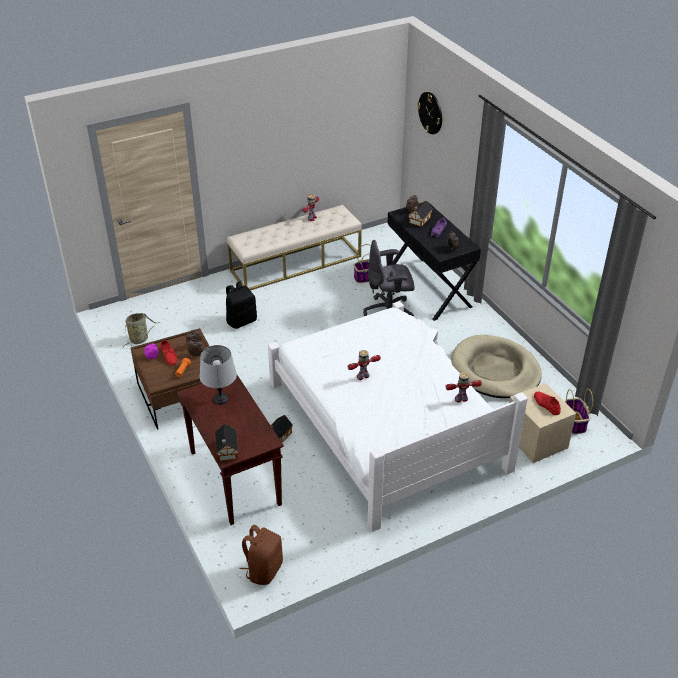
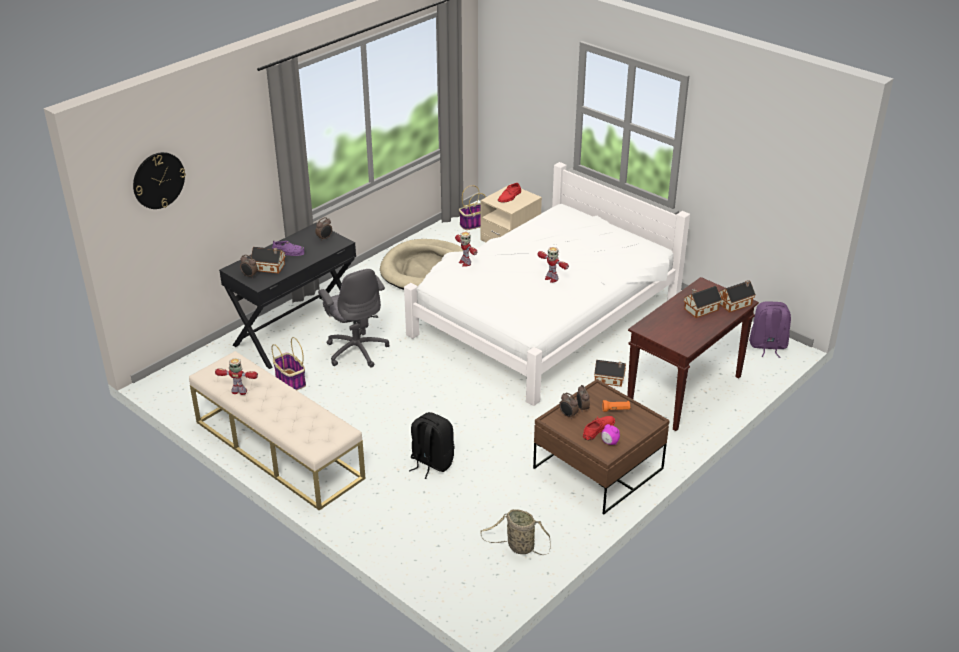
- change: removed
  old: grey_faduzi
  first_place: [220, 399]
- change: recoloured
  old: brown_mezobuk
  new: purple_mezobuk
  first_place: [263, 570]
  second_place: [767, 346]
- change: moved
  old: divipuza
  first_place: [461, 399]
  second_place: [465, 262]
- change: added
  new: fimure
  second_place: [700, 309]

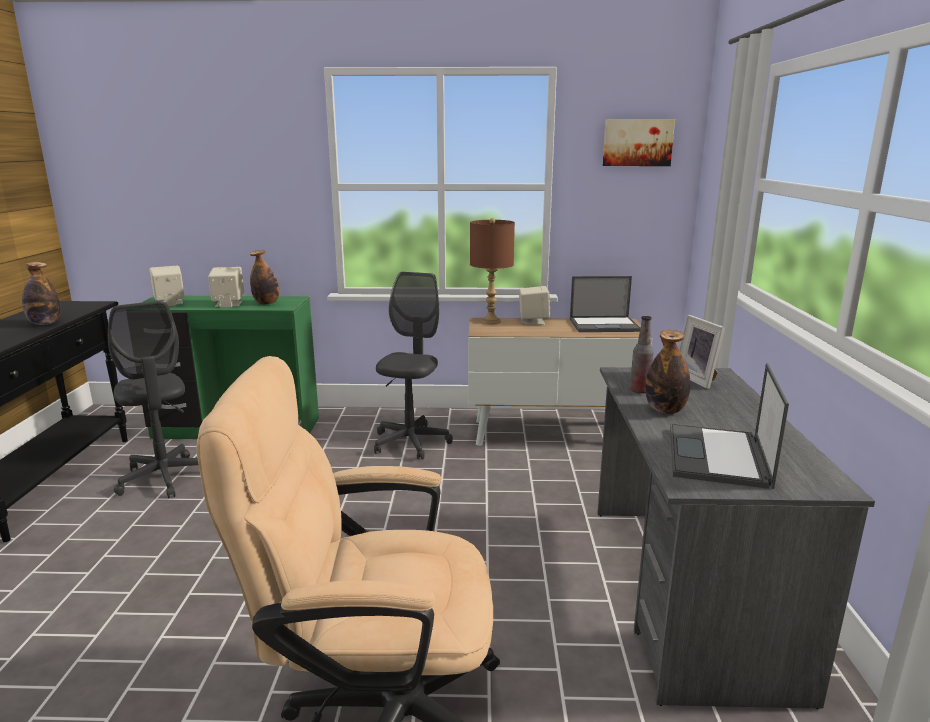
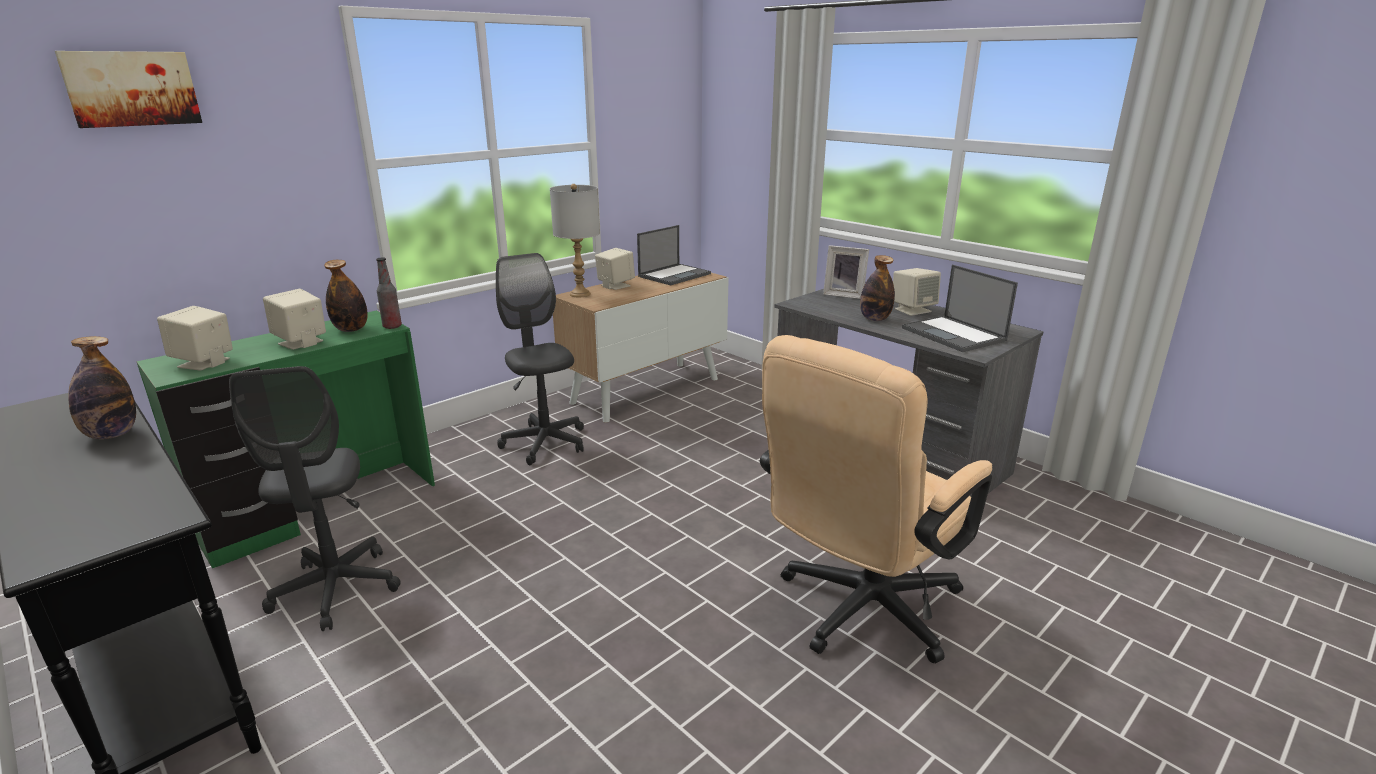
- change: turned
  old: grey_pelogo
  first_place: [165, 478]
  second_place: [336, 589]
  degrees: 60
- change: recoloured
  old: brown_faduzi
  new: grey_faduzi
  first_place: [491, 321]
  second_place: [580, 294]
- change: moved
  old: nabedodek
  first_place: [637, 143]
  second_place: [131, 88]
- change: moved
  old: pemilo
  first_place: [639, 391]
  second_place: [392, 326]
- change: added
  new: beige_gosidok
  second_place: [912, 310]

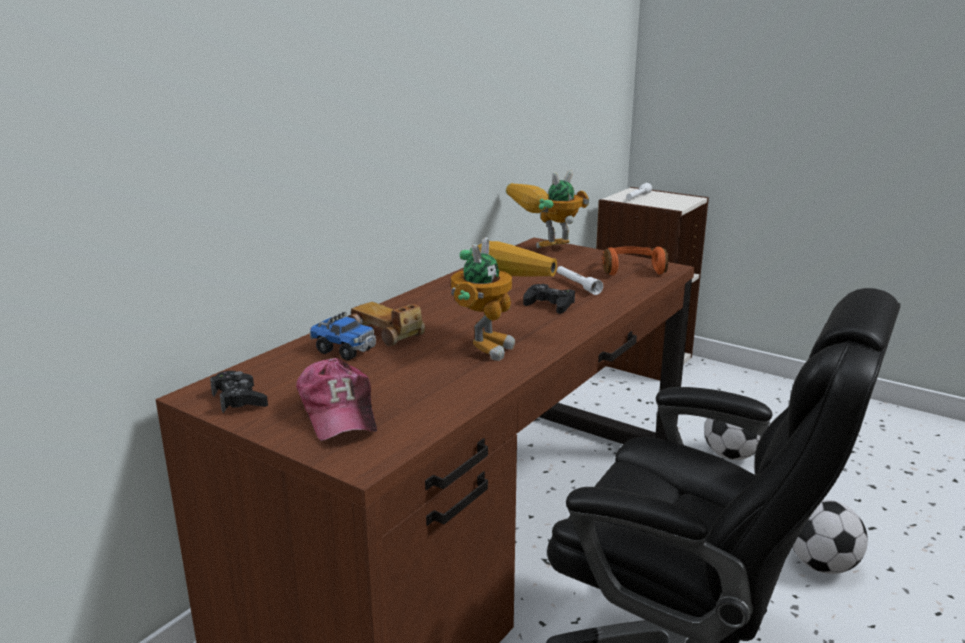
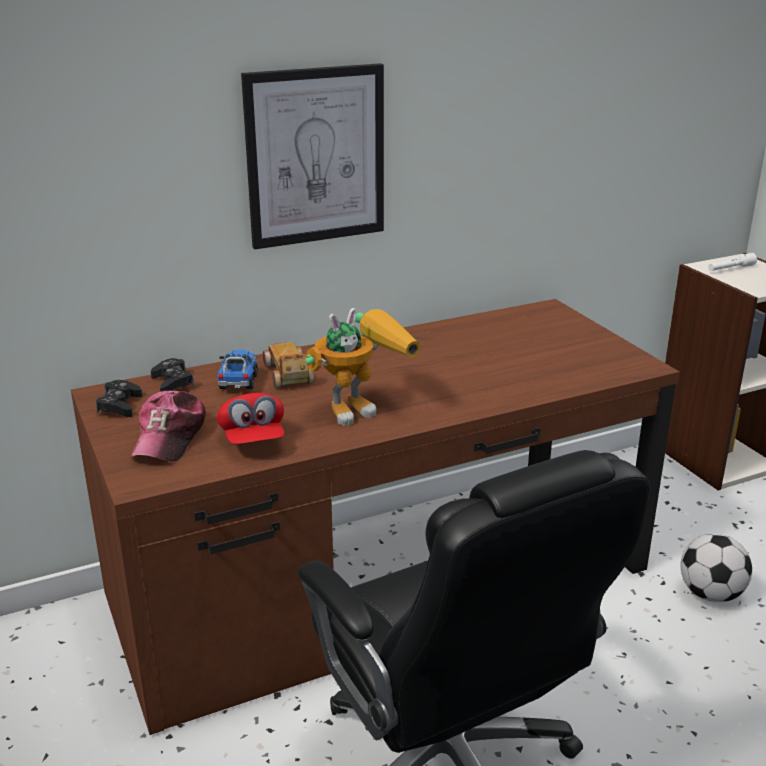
- change: turned
  old: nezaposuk
  first_place: [345, 350]
  second_place: [238, 382]
  degrees: -150
- change: removed
  old: divipuza
  first_place: [546, 252]
- change: moved
  old: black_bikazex
  first_place: [550, 305]
  second_place: [172, 383]
- change: removed
  old: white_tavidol
  first_place: [577, 285]
- change: removed
  old: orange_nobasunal
  first_place: [631, 270]
- change: removed
  old: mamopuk
  first_place: [822, 565]
- change: added
  new: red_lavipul
  second_place: [252, 439]
- change: added
  new: nabedodek
  second_place: [315, 156]

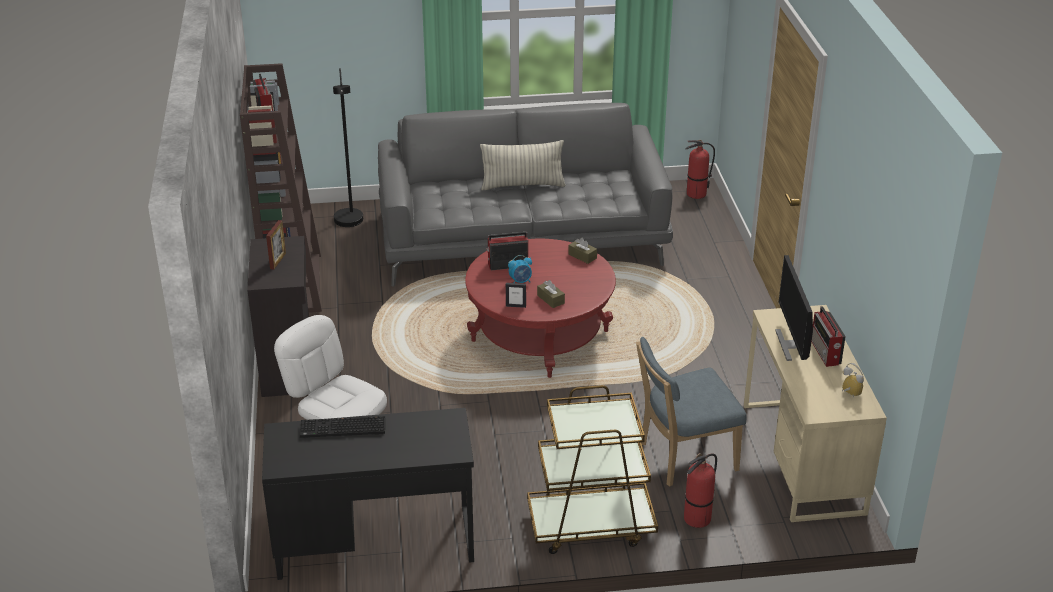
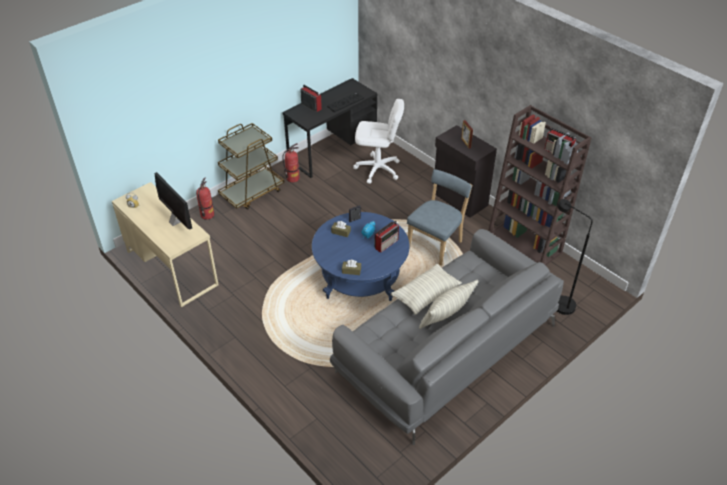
- change: recoloured
  old: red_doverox
  new: blue_doverox
  first_place: [540, 336]
  second_place: [360, 276]
- change: moved
  old: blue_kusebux
  first_place: [683, 457]
  second_place: [436, 244]
- change: moved
  old: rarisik
  first_place: [696, 194]
  second_place: [293, 178]
- change: moved
  old: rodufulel
  first_place: [825, 353]
  second_place: [311, 106]
- change: added
  new: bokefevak
  second_place: [425, 295]

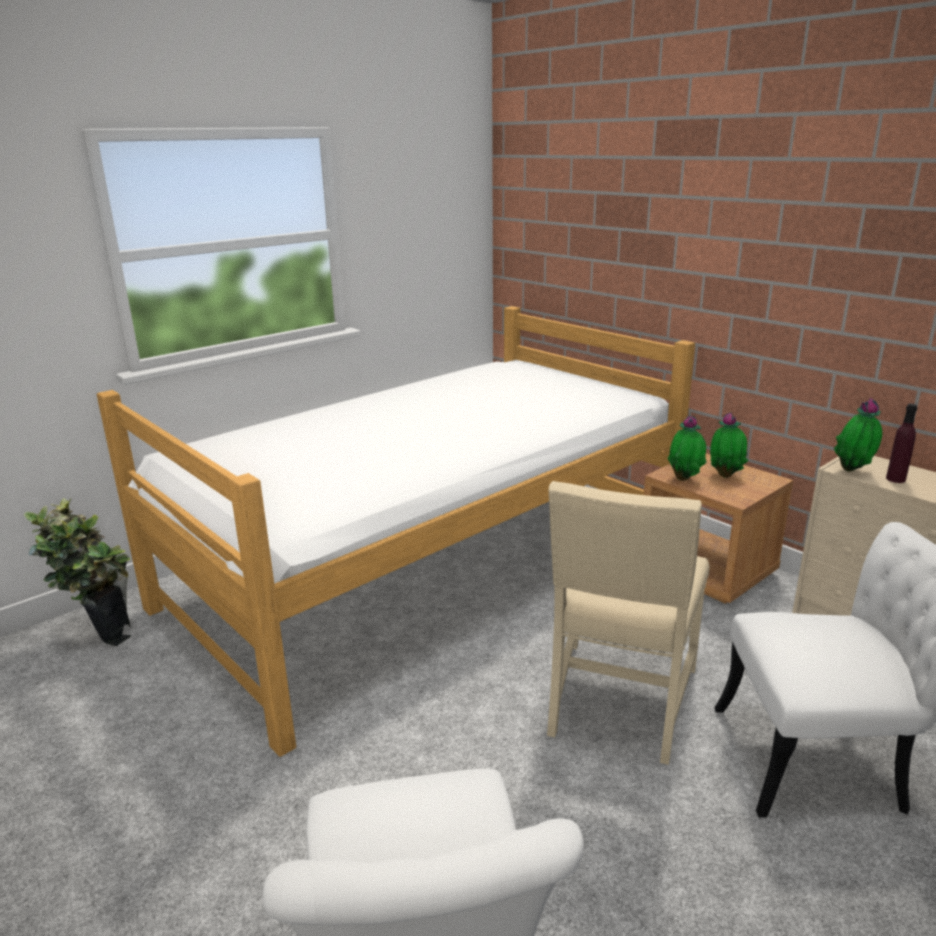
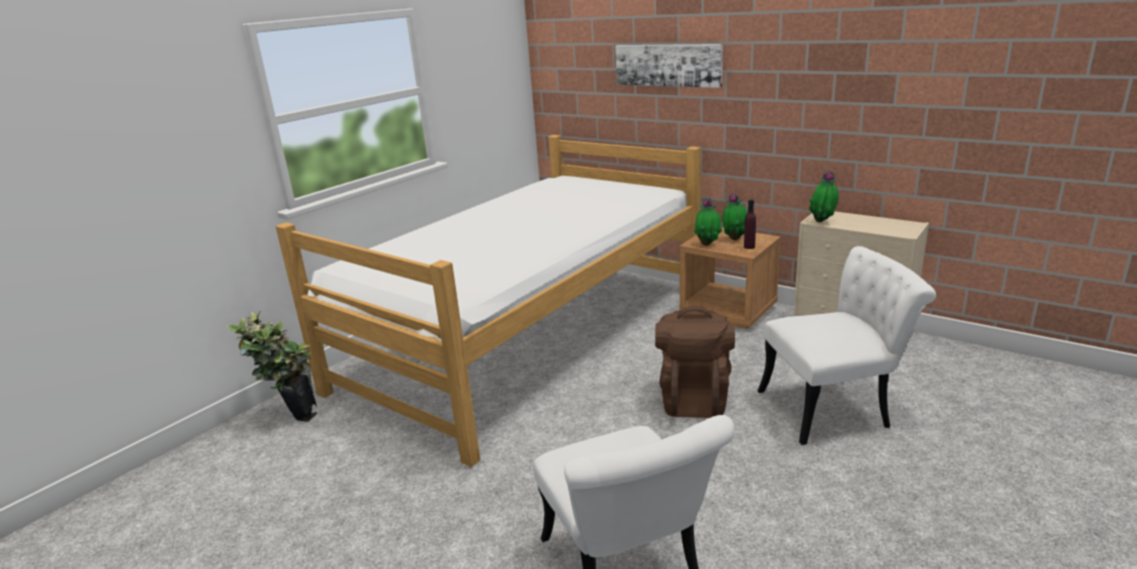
- change: replaced
  old: beige_kusebux
  new: brown_mezobuk
  first_place: [619, 702]
  second_place: [694, 398]
- change: moved
  old: purple_pemilo
  first_place: [895, 479]
  second_place: [749, 247]
- change: added
  new: nabedodek
  second_place: [668, 65]

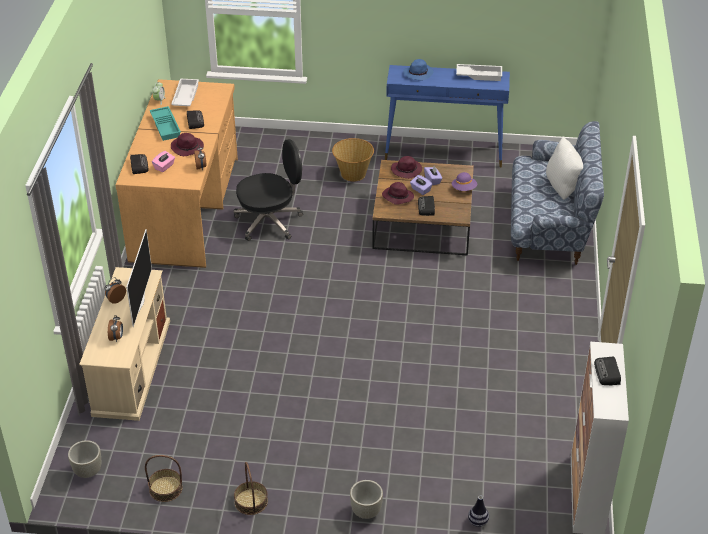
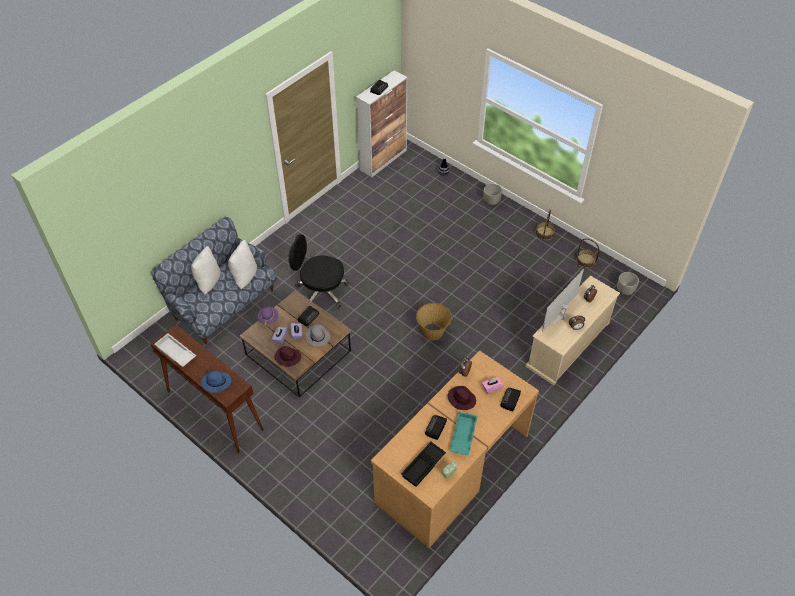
- change: recoloured
  old: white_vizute
  new: black_vizute
  first_place: [185, 96]
  second_place: [423, 466]
- change: moved
  old: black_pelogo
  first_place: [270, 221]
  second_place: [320, 291]
- change: moved
  old: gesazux
  first_place: [353, 174]
  second_place: [433, 331]
- change: recoloured
  old: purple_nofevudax
  new: grey_nofevudax
  first_place: [397, 197]
  second_place: [318, 337]
- change: recoloured
  old: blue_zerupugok
  new: brown_zerupugok
  first_place: [444, 152]
  second_place: [214, 410]
- change: added
  new: white_bokefevak
  second_place: [244, 277]

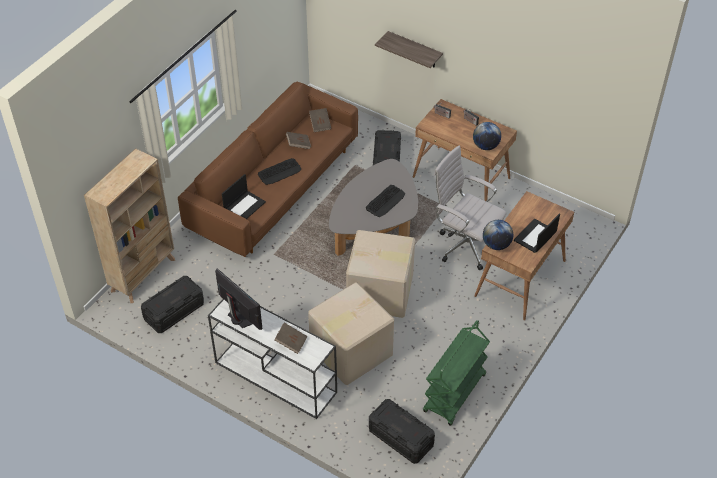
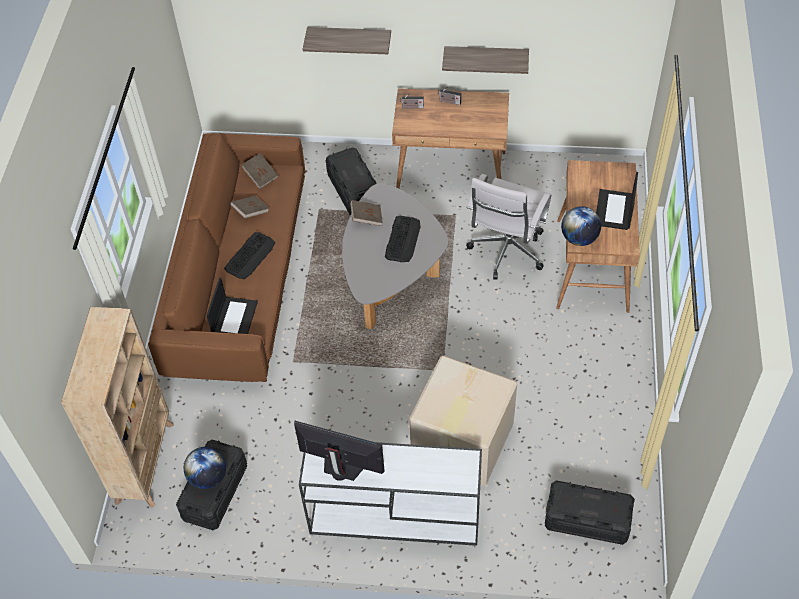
- change: moved
  old: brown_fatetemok
  first_place: [291, 342]
  second_place: [366, 218]
- change: removed
  old: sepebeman
  first_place: [381, 293]
- change: removed
  old: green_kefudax
  first_place: [455, 394]
- change: turned
  old: white_pelogo
  first_place: [464, 245]
  second_place: [506, 252]
  degrees: -75
- change: moved
  old: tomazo
  first_place: [485, 146]
  second_place: [208, 477]
- change: added
  new: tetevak
  second_place: [486, 58]

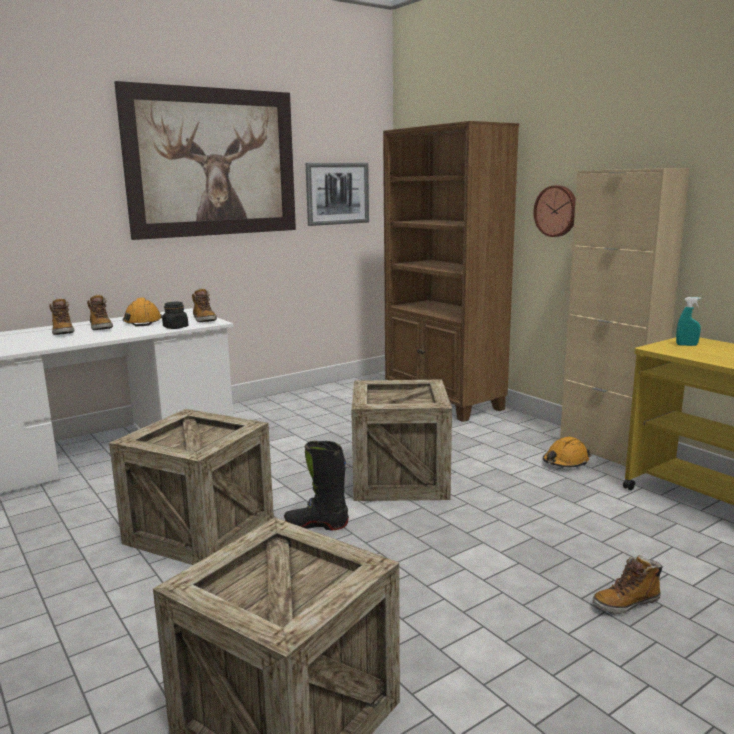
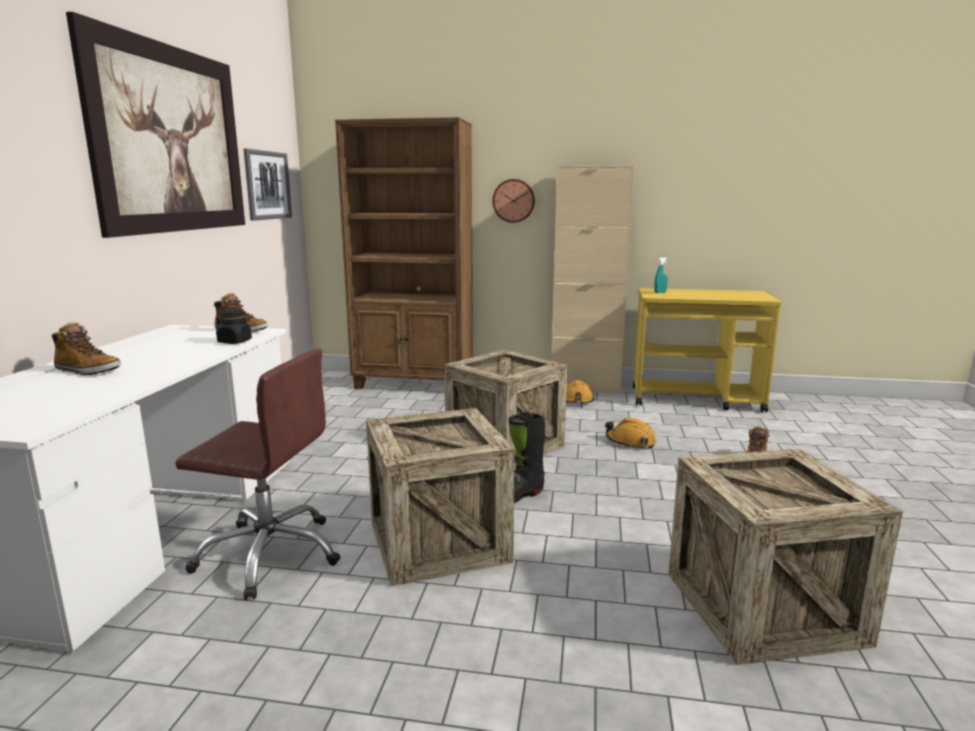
- change: removed
  old: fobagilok
  first_place: [100, 328]
- change: moved
  old: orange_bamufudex
  first_place: [143, 321]
  second_place: [630, 442]
- change: added
  new: brown_pelogo
  second_place: [270, 554]

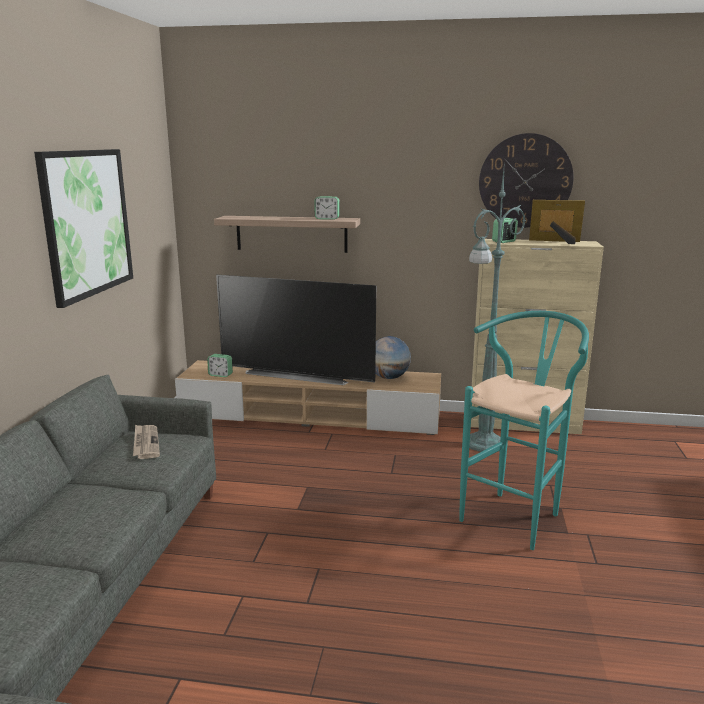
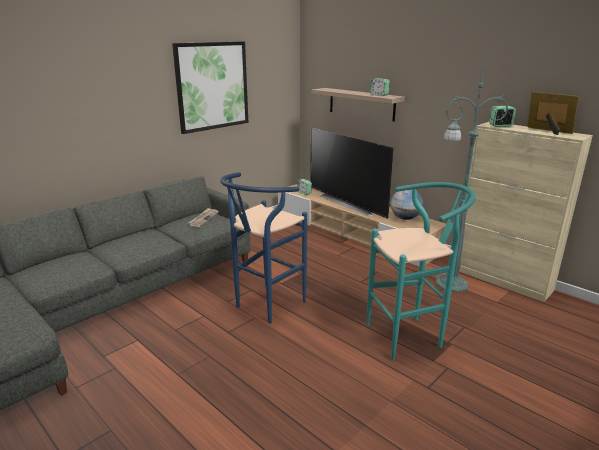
- change: removed
  old: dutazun
  first_place: [525, 181]
- change: added
  new: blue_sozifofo
  second_place: [265, 306]

